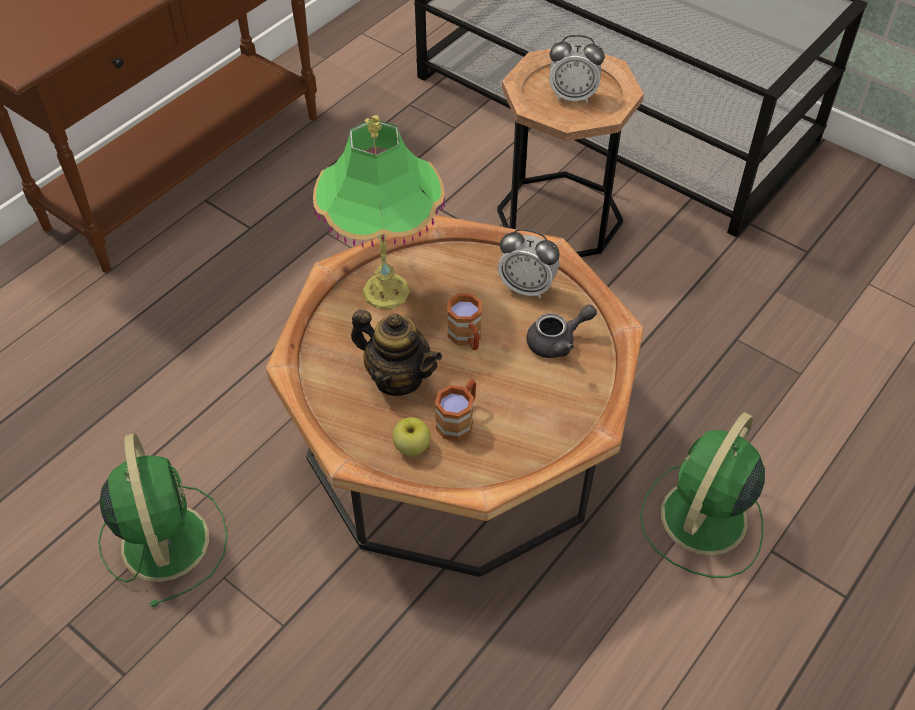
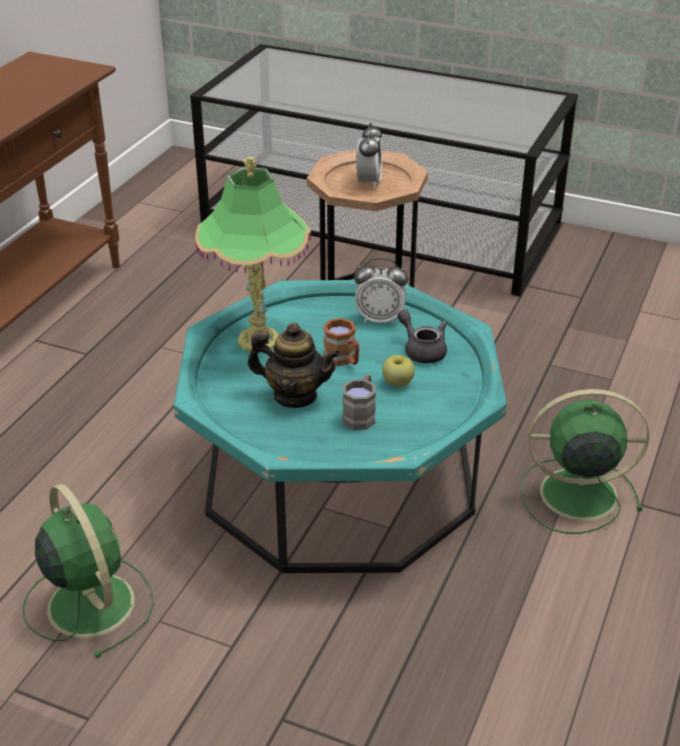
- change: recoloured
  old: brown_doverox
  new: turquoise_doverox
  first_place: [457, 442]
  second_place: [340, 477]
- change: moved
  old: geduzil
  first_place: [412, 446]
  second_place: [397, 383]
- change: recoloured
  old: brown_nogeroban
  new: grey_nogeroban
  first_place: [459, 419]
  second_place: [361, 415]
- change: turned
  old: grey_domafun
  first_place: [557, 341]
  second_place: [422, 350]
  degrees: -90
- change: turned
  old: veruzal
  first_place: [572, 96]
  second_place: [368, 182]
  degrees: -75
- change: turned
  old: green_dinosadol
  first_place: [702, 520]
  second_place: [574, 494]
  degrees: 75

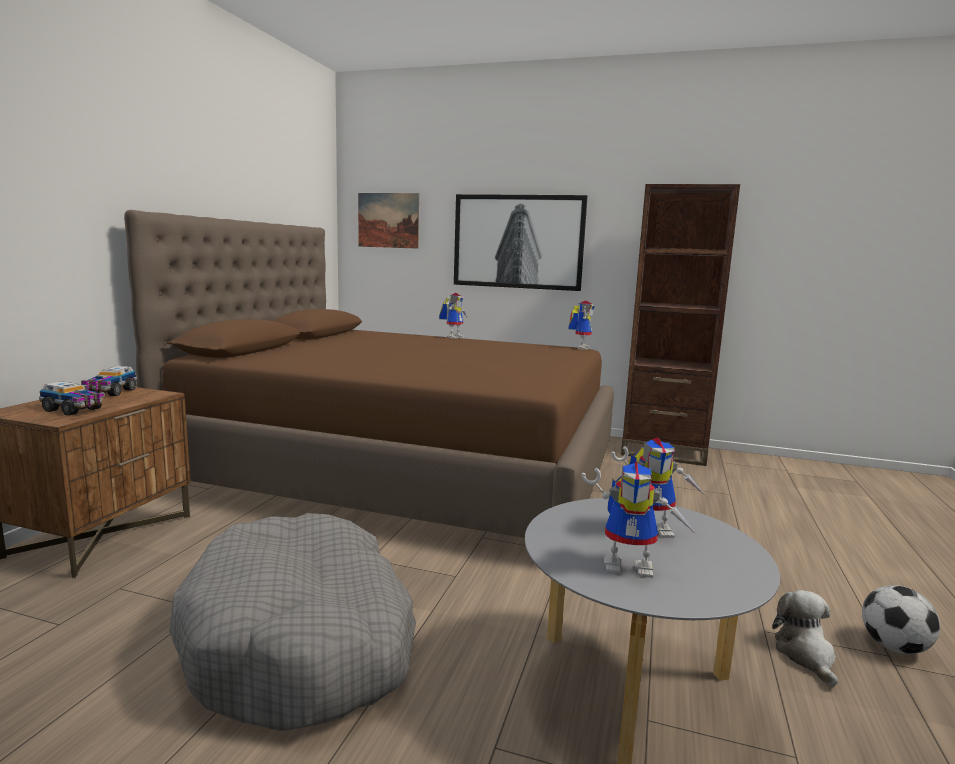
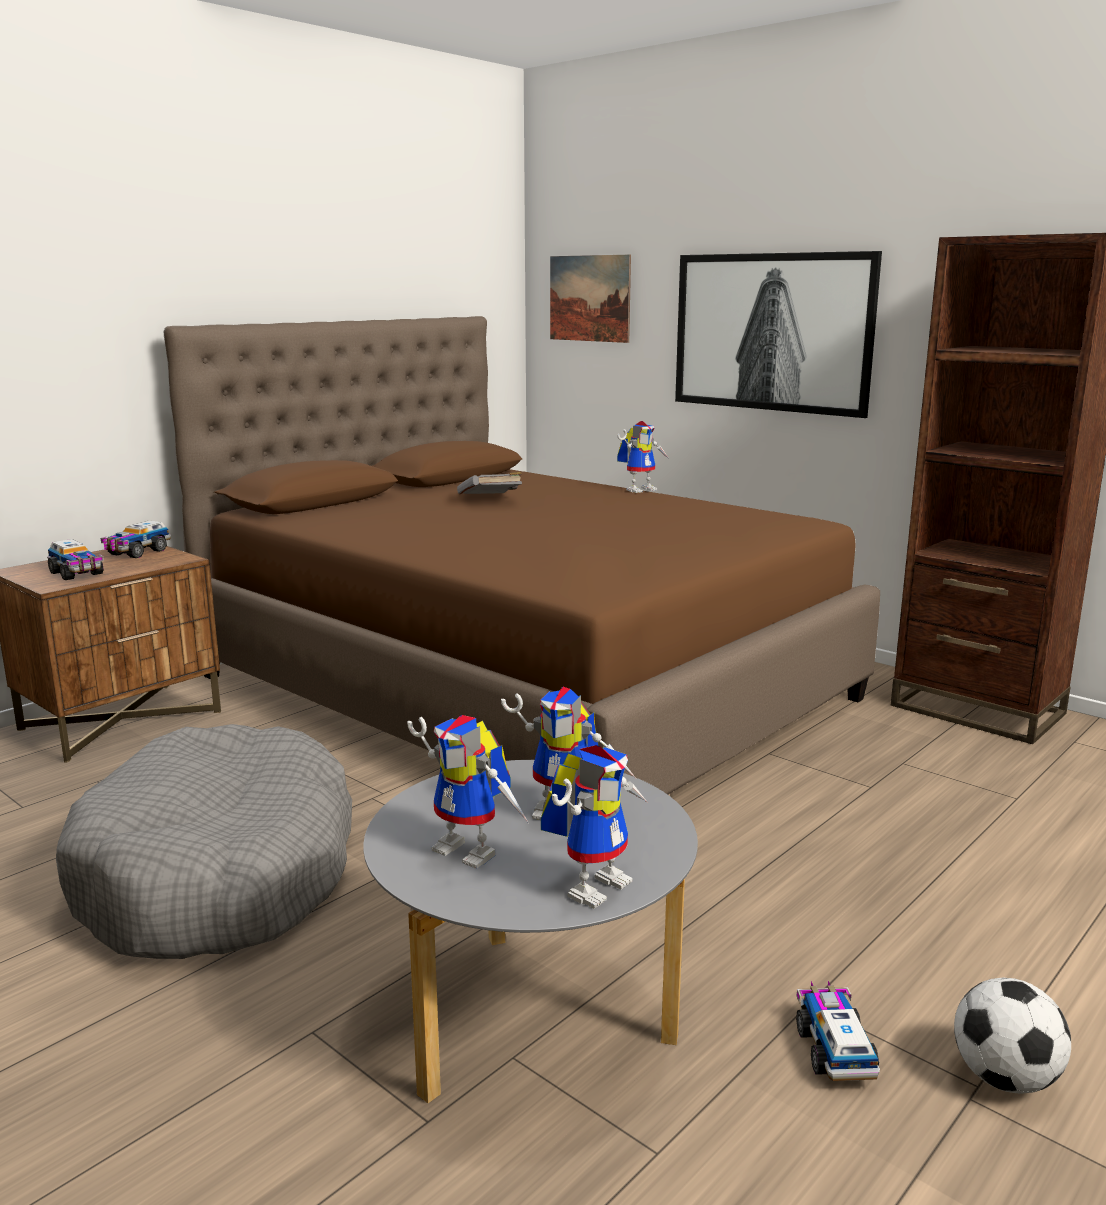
- change: moved
  old: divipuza
  first_place: [580, 347]
  second_place: [594, 883]
- change: replaced
  old: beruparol
  new: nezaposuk
  first_place: [806, 655]
  second_place: [834, 1049]
- change: added
  new: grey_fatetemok
  second_place: [491, 500]

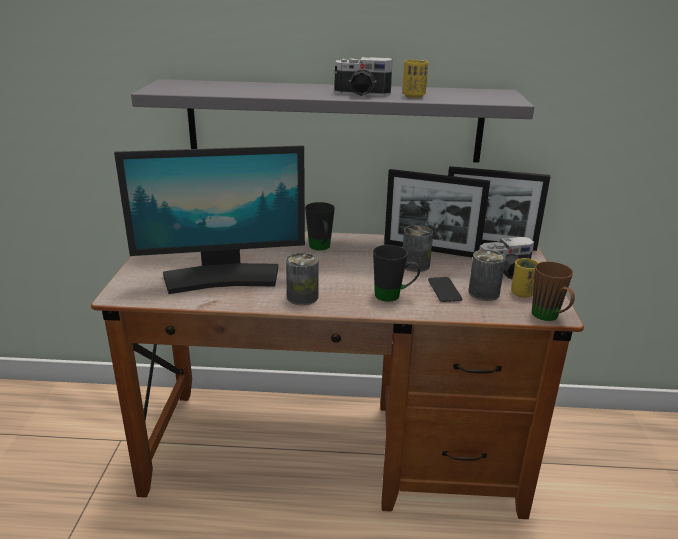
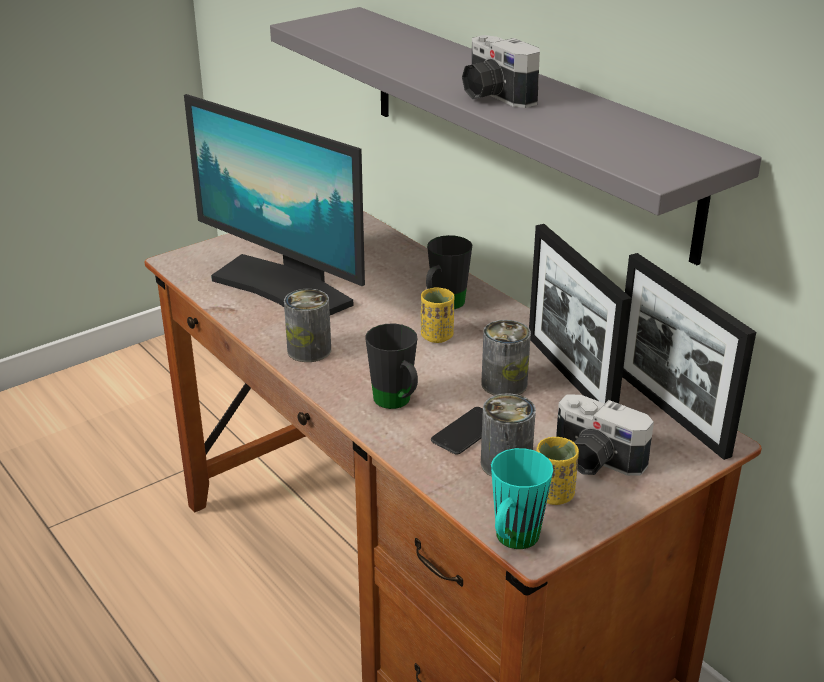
- change: moved
  old: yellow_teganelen
  first_place: [413, 96]
  second_place: [437, 336]
- change: recoloured
  old: brown_nogeroban
  new: turquoise_nogeroban
  first_place: [549, 318]
  second_place: [512, 542]

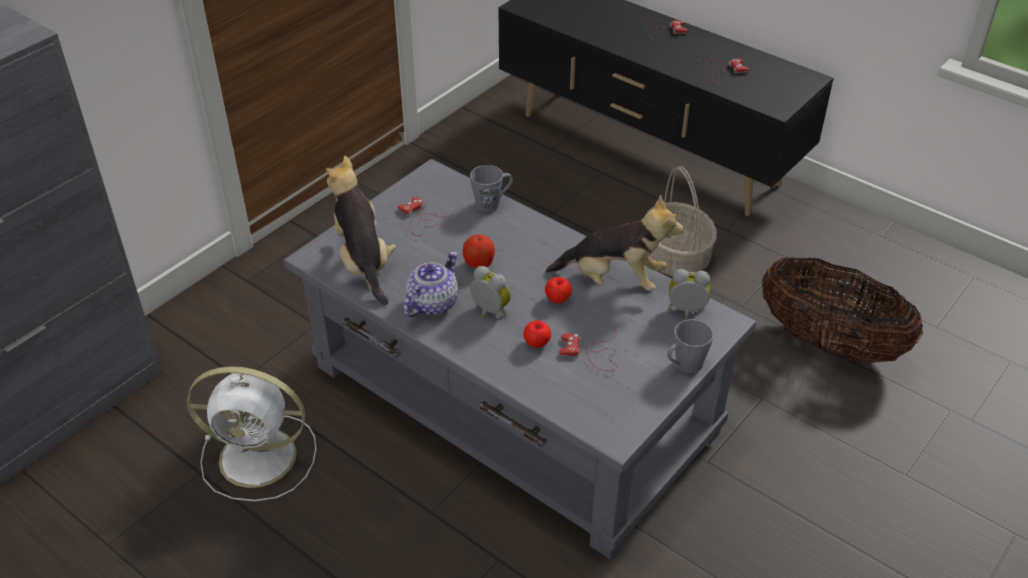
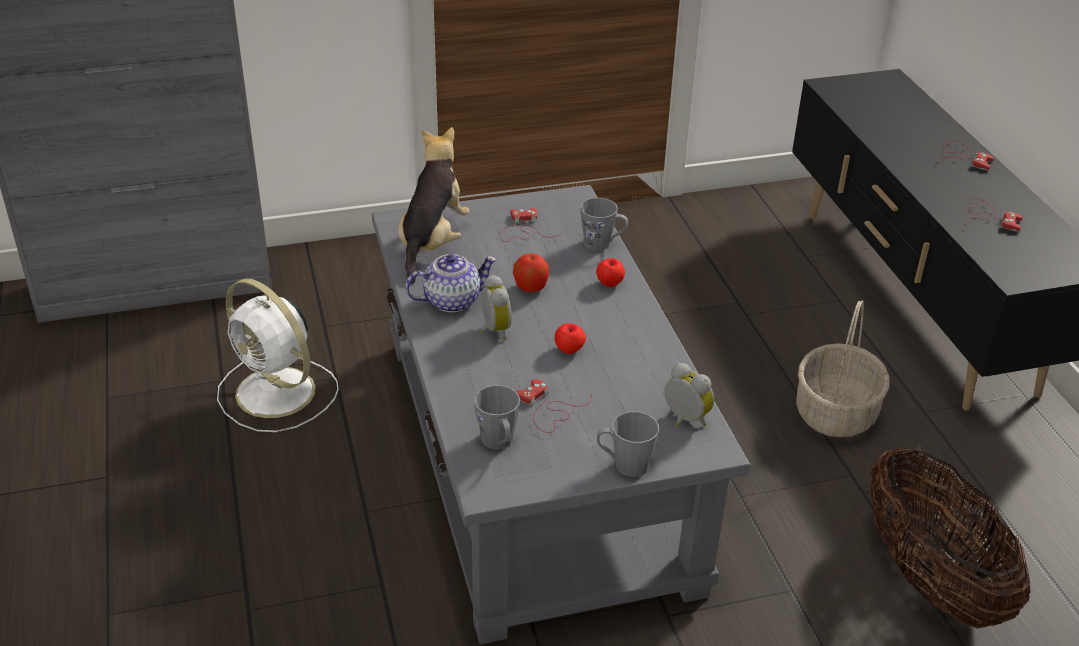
- change: moved
  old: geduzil
  first_place: [537, 343]
  second_place: [610, 283]
- change: removed
  old: beruparol
  first_place: [614, 280]
- change: added
  new: grey_nogeroban
  second_place: [499, 442]

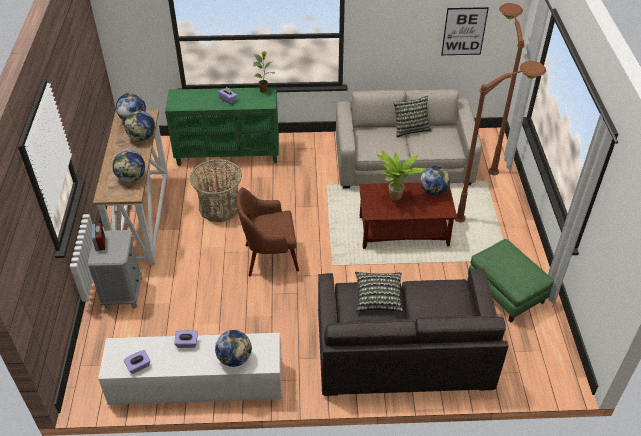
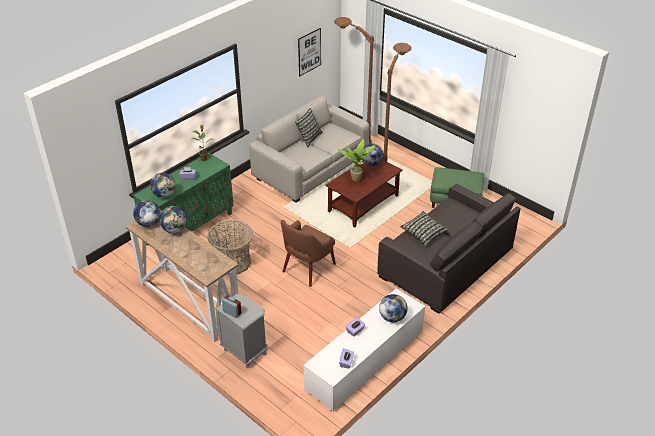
- change: moved
  old: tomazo
  first_place: [131, 178]
  second_place: [164, 194]

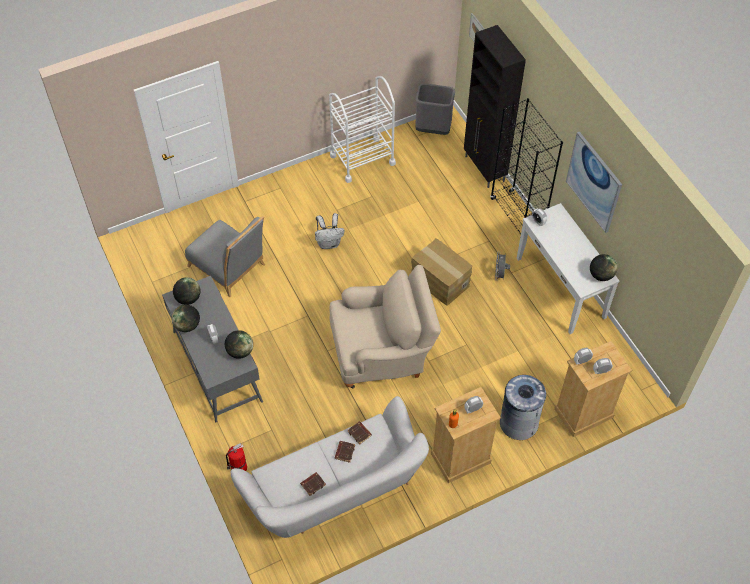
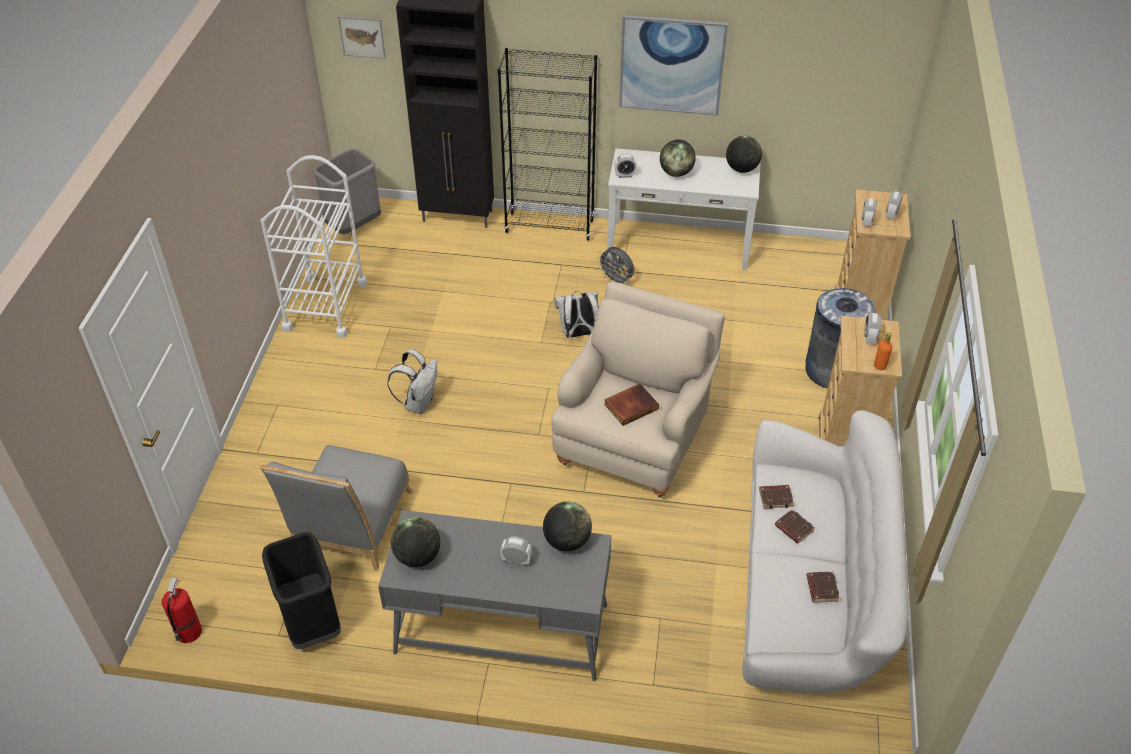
- change: moved
  old: tomazo
  first_place: [187, 325]
  second_place: [676, 173]
- change: turned
  old: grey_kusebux
  first_place: [230, 268]
  second_place: [350, 527]
  degrees: 120
- change: moved
  old: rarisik
  first_place: [238, 468]
  second_place: [188, 633]
- change: replaced
  old: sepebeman
  new: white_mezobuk
  first_place: [439, 281]
  second_place: [578, 333]
- change: added
  new: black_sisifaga
  second_place: [311, 623]
- change: added
  new: fatetemok
  second_place: [631, 405]

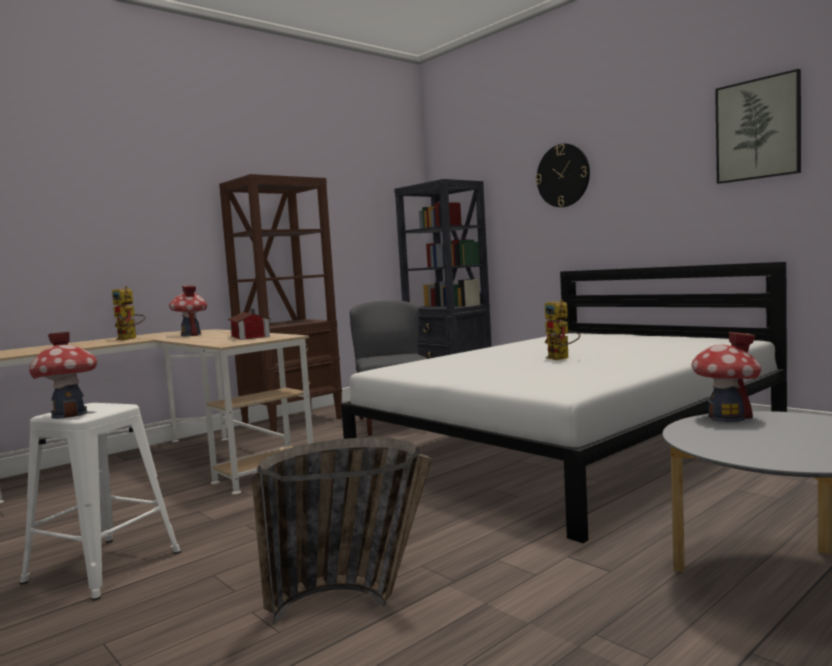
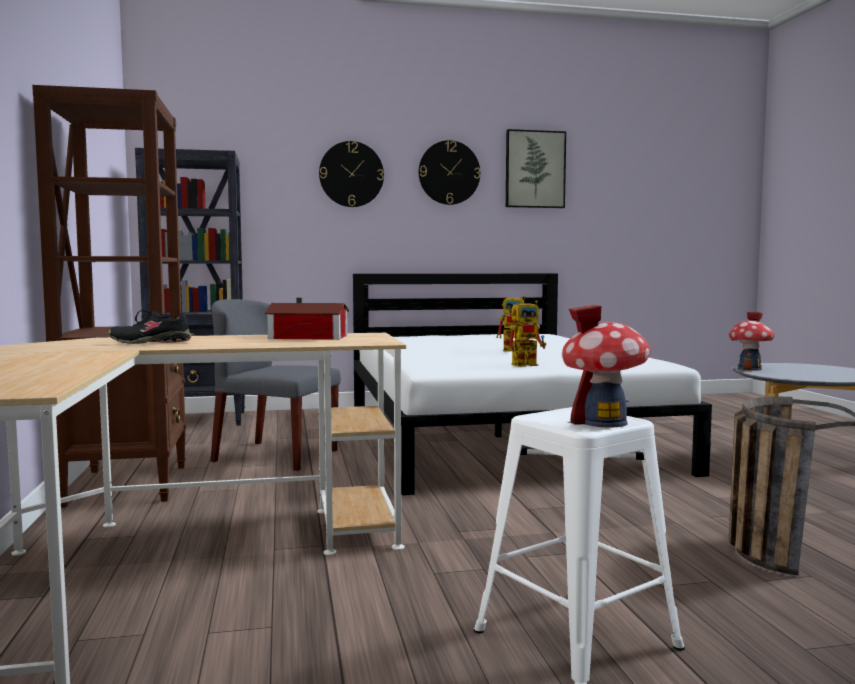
- change: moved
  old: divipuza
  first_place: [130, 339]
  second_place: [528, 364]
- change: replaced
  old: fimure
  new: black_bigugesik
  first_place: [191, 335]
  second_place: [150, 342]
- change: added
  new: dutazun
  second_place: [449, 172]

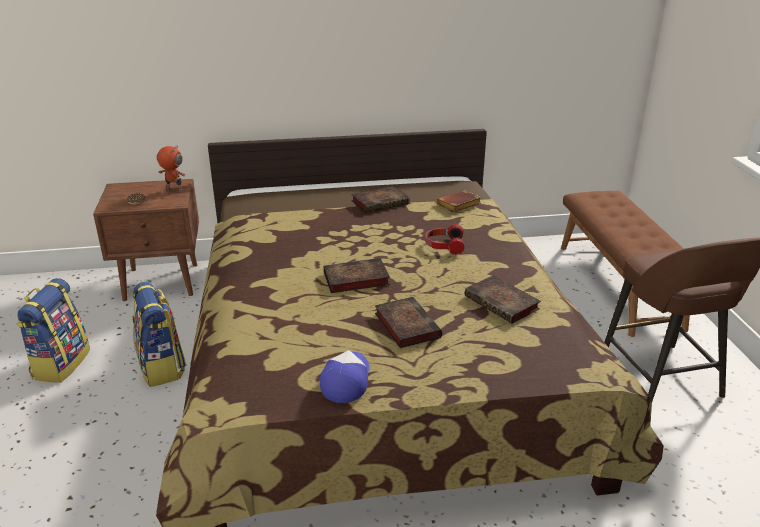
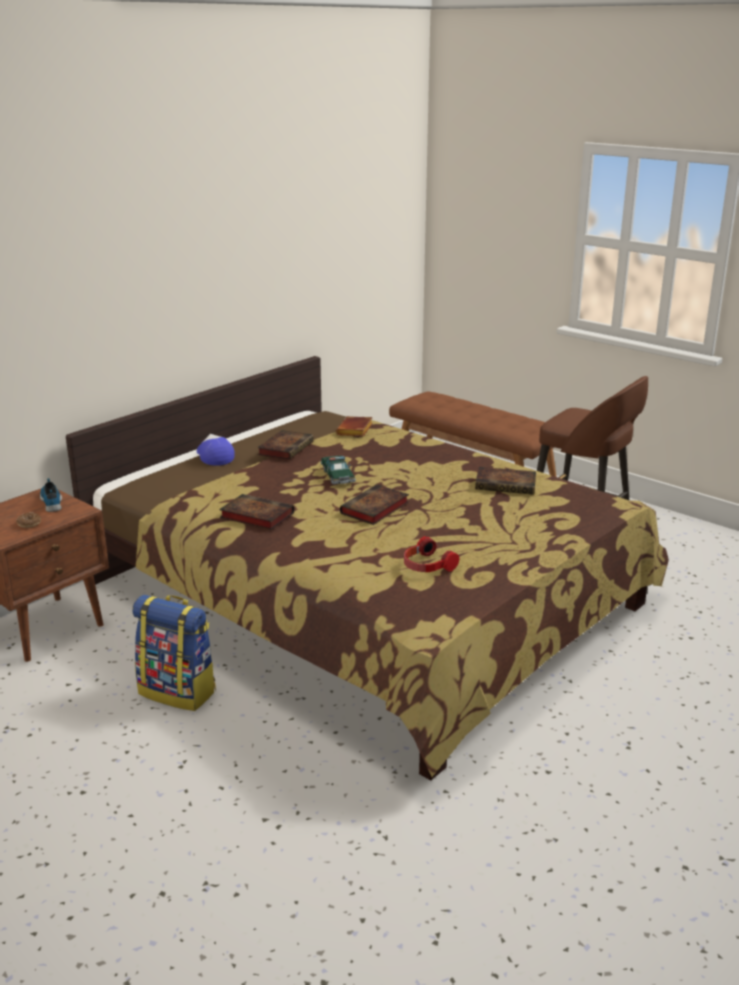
- change: removed
  old: mezobuk
  first_place: [60, 363]
- change: replaced
  old: divipuza
  new: bigugesik
  first_place: [174, 190]
  second_place: [52, 501]
- change: moved
  old: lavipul
  first_place: [346, 380]
  second_place: [214, 456]
- change: moved
  old: fatetemok
  first_place: [405, 325]
  second_place: [255, 516]
- change: moved
  old: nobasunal
  first_place: [444, 246]
  second_place: [426, 566]
- change: added
  new: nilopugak
  second_place: [337, 476]

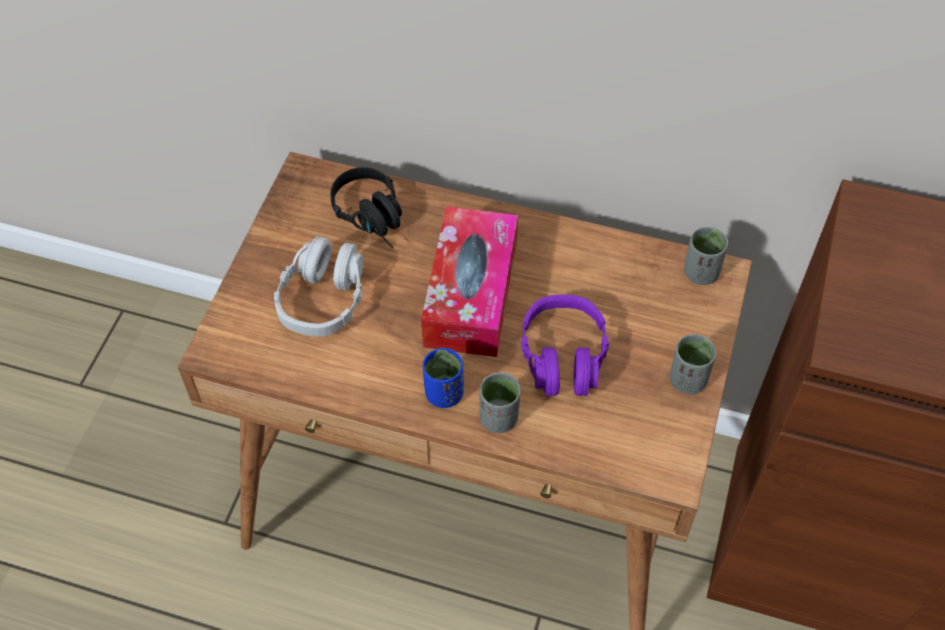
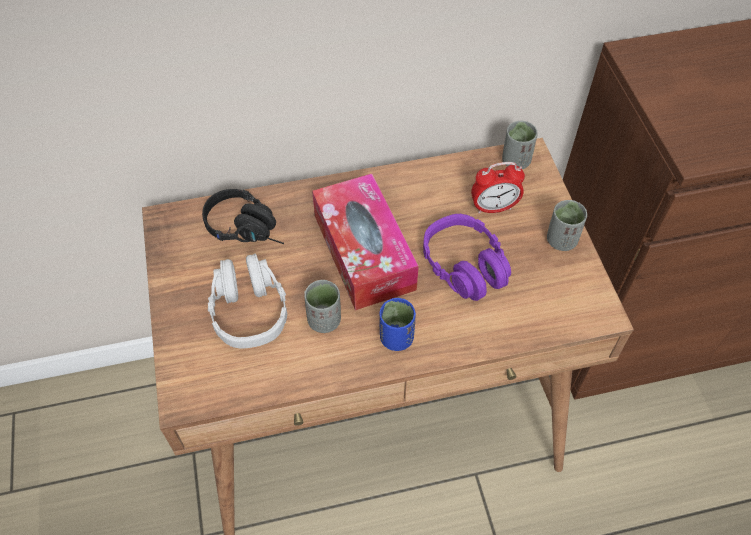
- change: moved
  old: grey_teganelen
  first_place: [498, 418]
  second_place: [324, 320]
- change: added
  new: veruzal
  second_place: [493, 207]

